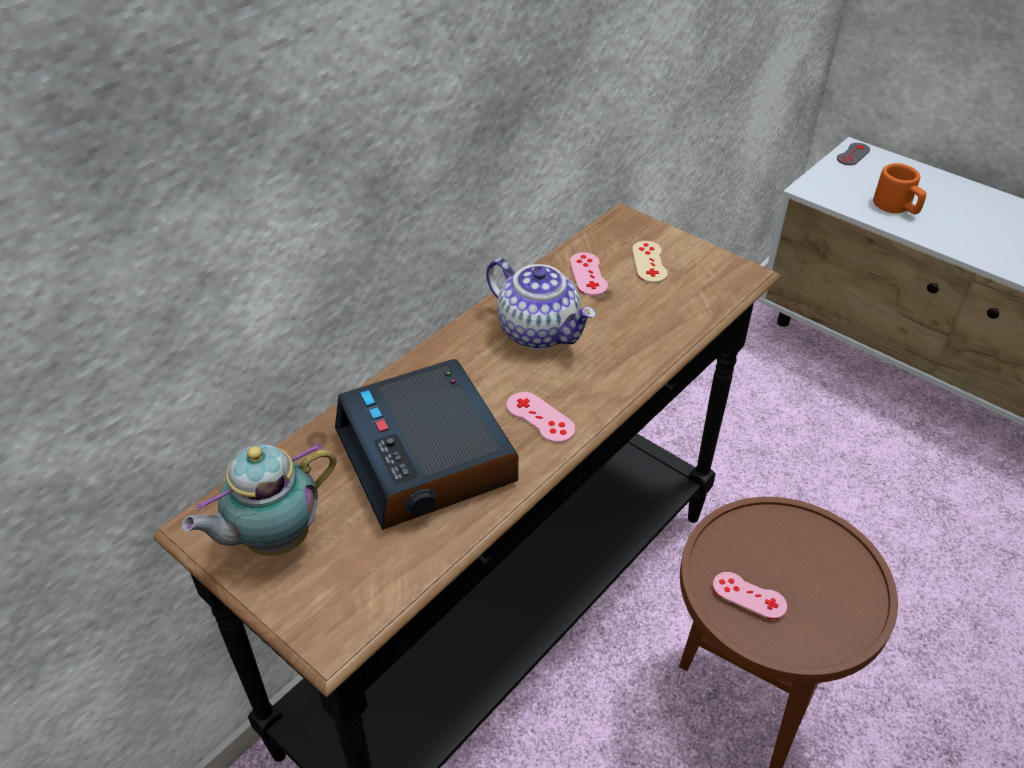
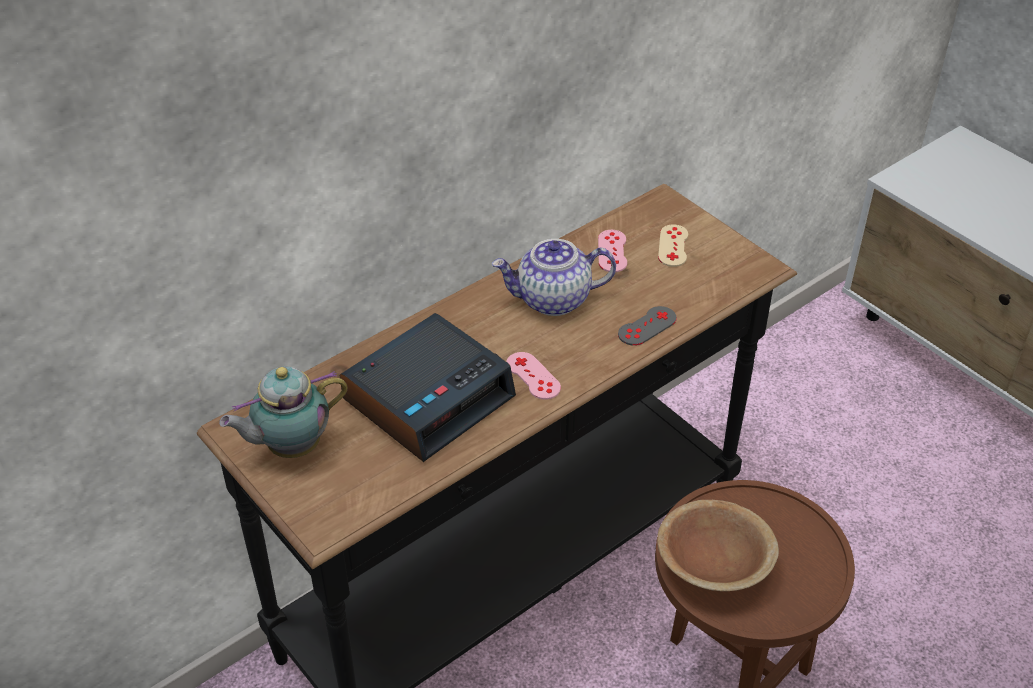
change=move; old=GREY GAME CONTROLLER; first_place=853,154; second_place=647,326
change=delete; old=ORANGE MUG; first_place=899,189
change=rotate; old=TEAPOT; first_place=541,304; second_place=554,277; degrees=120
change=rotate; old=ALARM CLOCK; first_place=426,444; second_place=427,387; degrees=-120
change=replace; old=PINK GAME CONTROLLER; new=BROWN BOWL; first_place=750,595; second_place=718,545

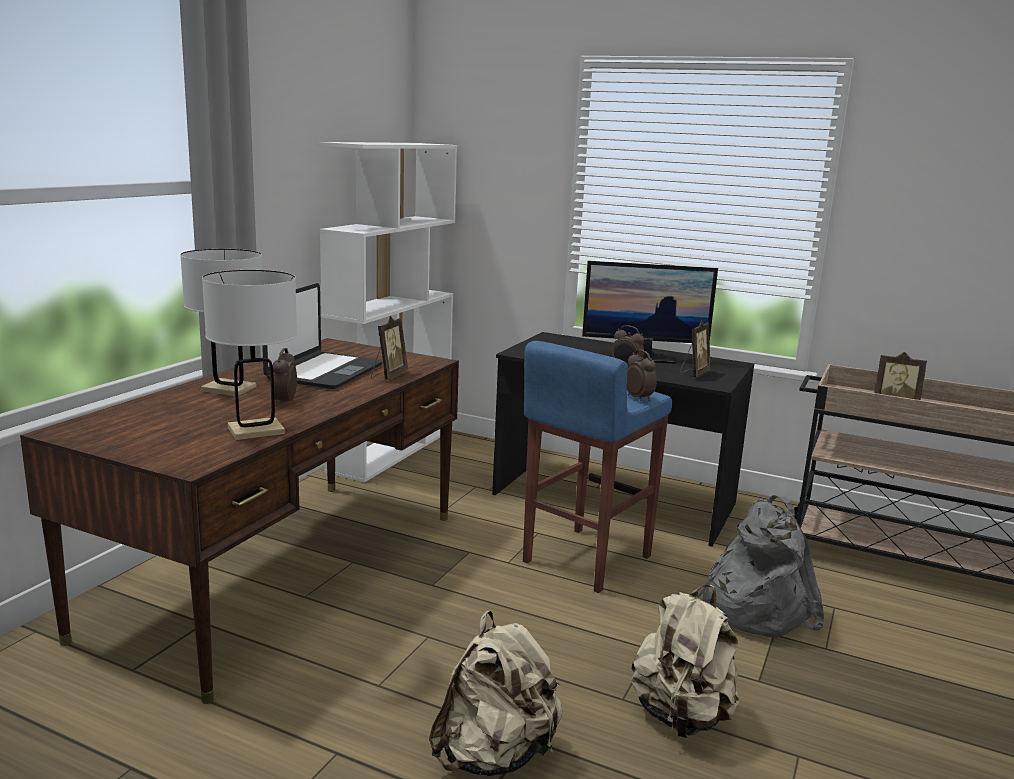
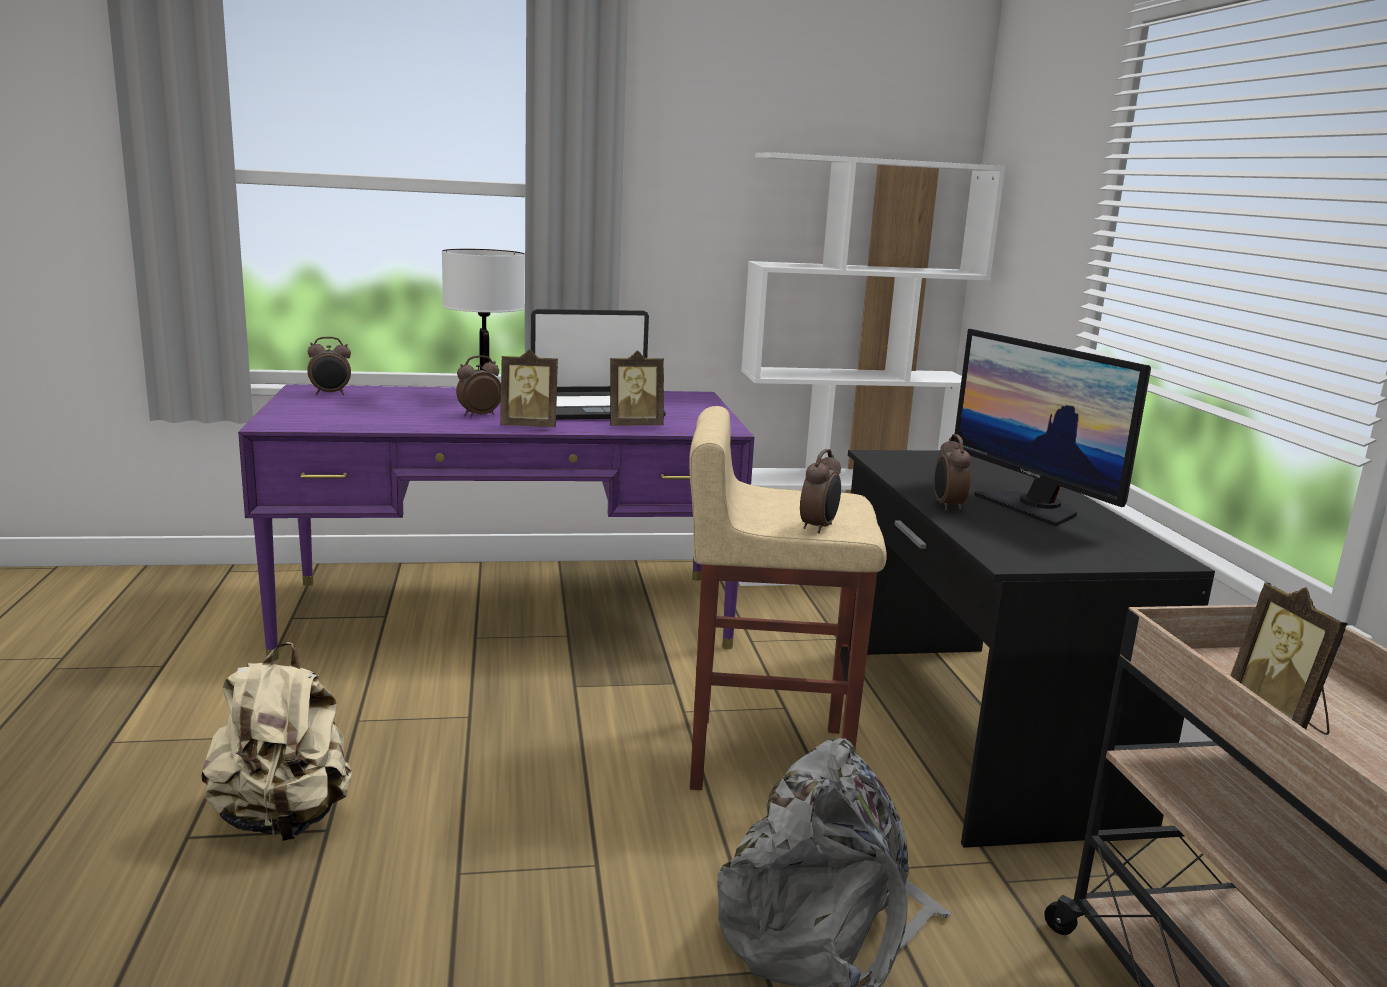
change=delete; old=WHITE TABLE LAMP; first_place=249,355
change=move; old=PICTURE FRAME; first_place=695,348; second_place=529,388
change=recolor; old=BROWN DESK; new=PURPLE DESK; first_place=239,521; second_place=496,522
change=recolor; old=BLUE STOOL; new=BEIGE STOOL; first_place=597,467; second_place=788,598
change=delete; old=BEIGE BACKPACK; first_place=685,661
change=insert; new=ALARM CLOCK; second_place=329,366

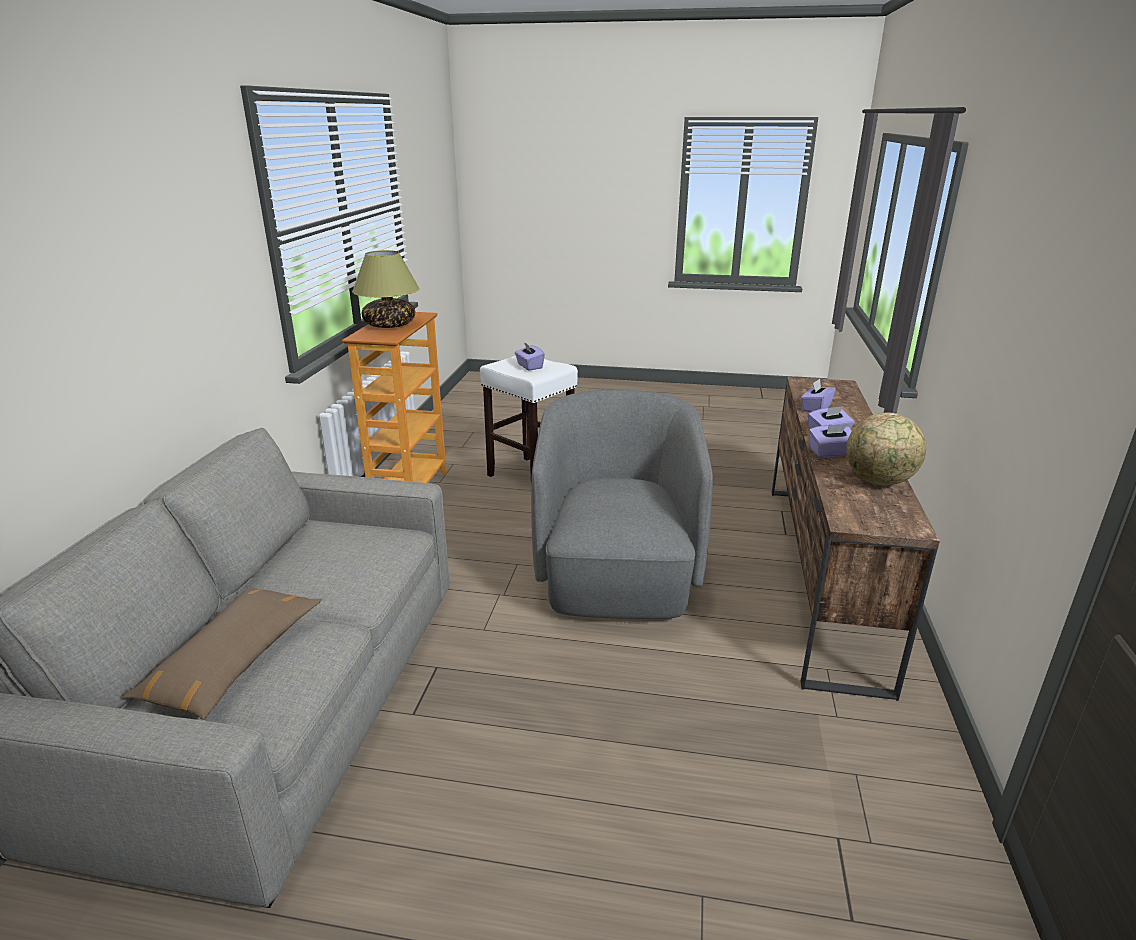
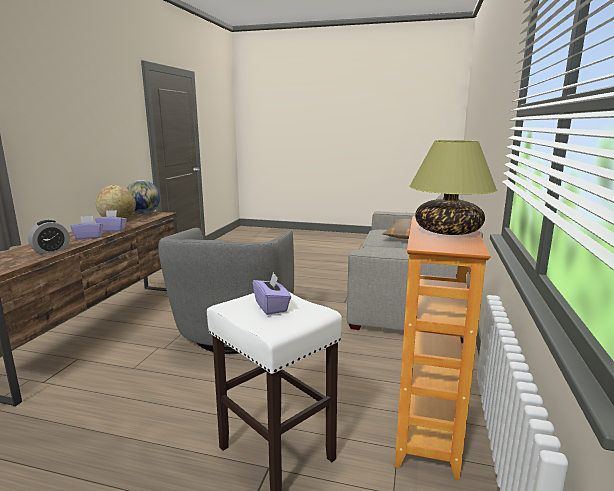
change=replace; old=PURPLE TISSUE BOX; new=ALARM CLOCK; first_place=818,395; second_place=49,237
change=insert; new=GLOBE; second_place=143,197

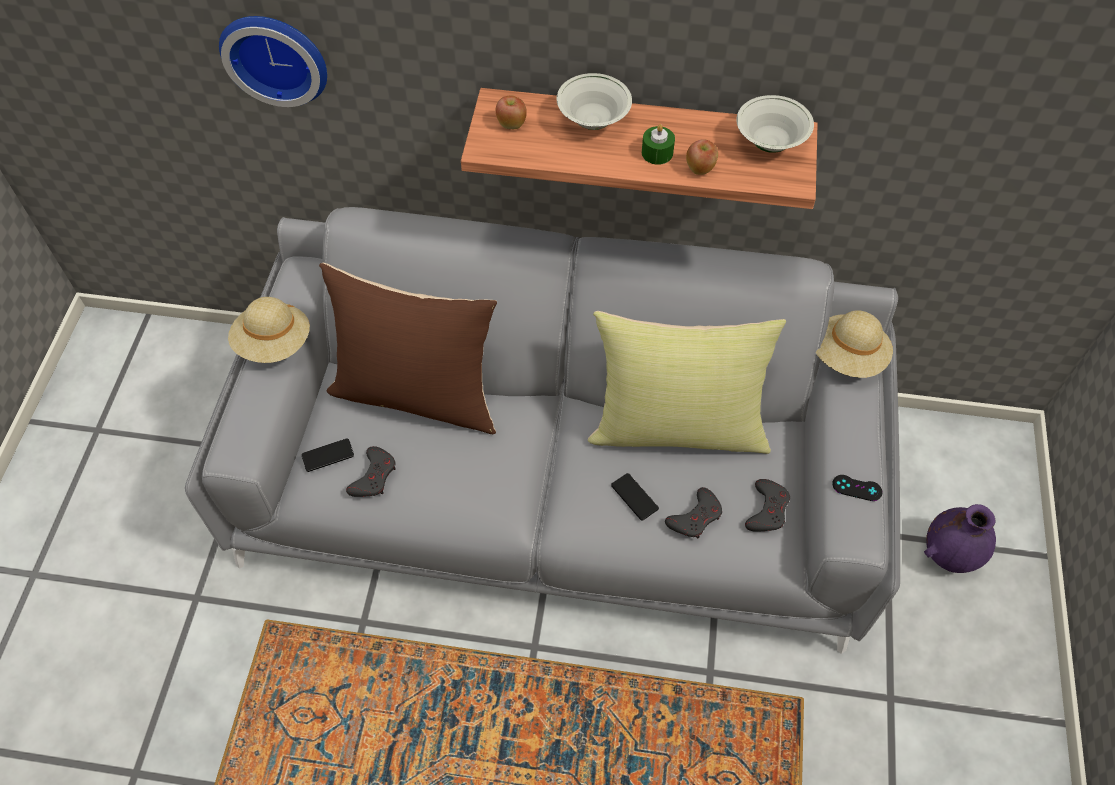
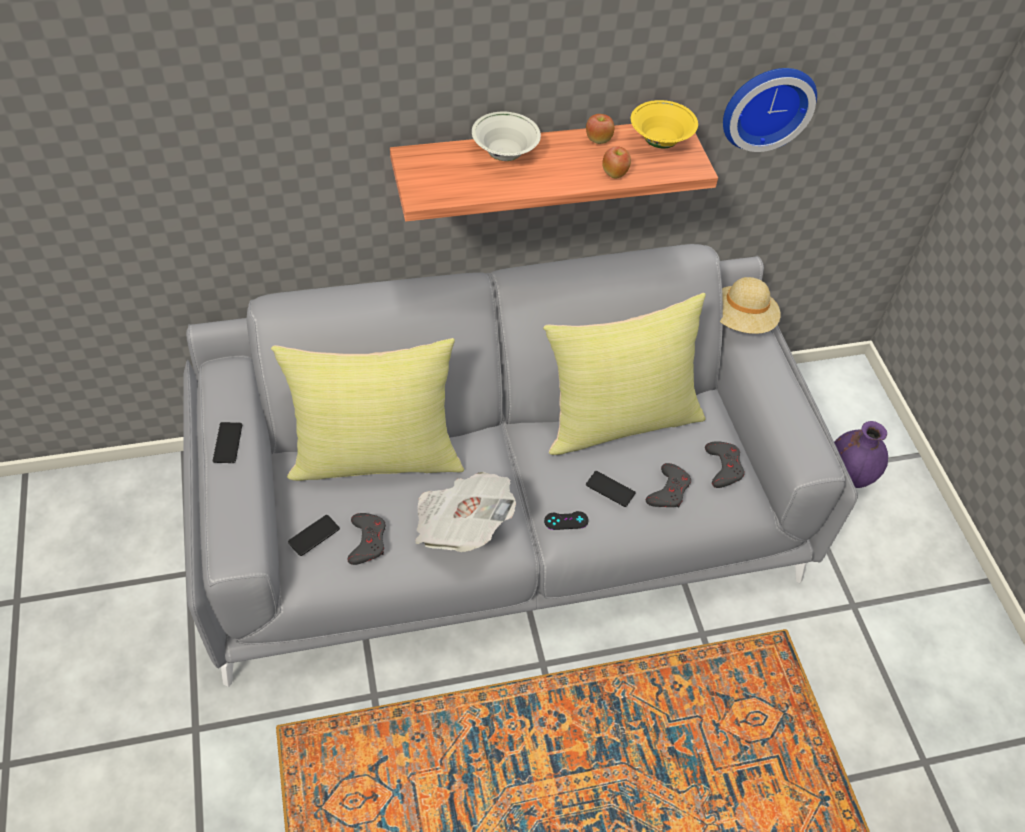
change=move; old=WALL CLOCK; first_place=273,61; second_place=770,110
change=recolor; old=WHITE BOWL; new=YELLOW BOWL; first_place=775,124; second_place=664,124
change=move; old=APPLE; first_place=511,112; second_place=600,129
change=delete; old=GREEN CANDLE; first_place=658,144
change=recolor; old=BROWN PILLOW; new=YELLOW PILLOW; first_place=408,348; second_place=367,409
change=replace; old=BEIGE HAT; new=PHONE; first_place=269,330; second_place=227,442
change=move; old=BLACK GAME CONTROLLER; first_place=857,488; second_place=566,520
change=insert; new=NEWSPAPER; second_place=465,512

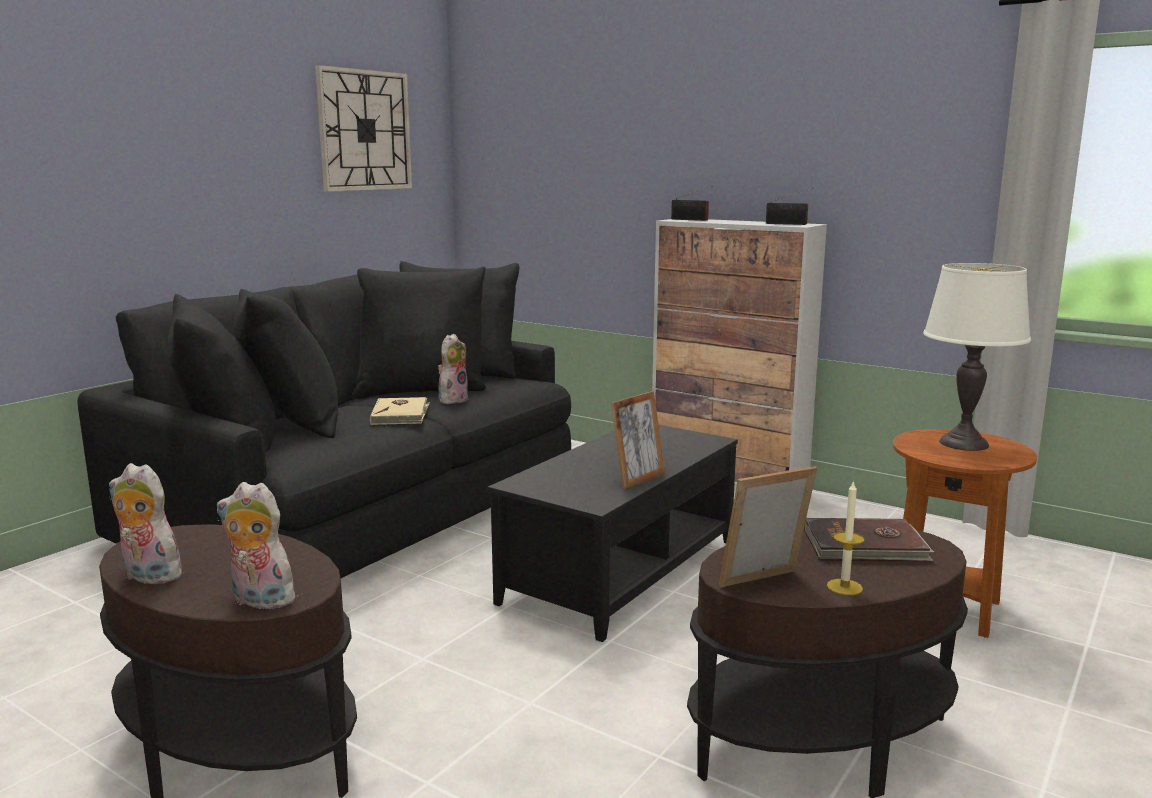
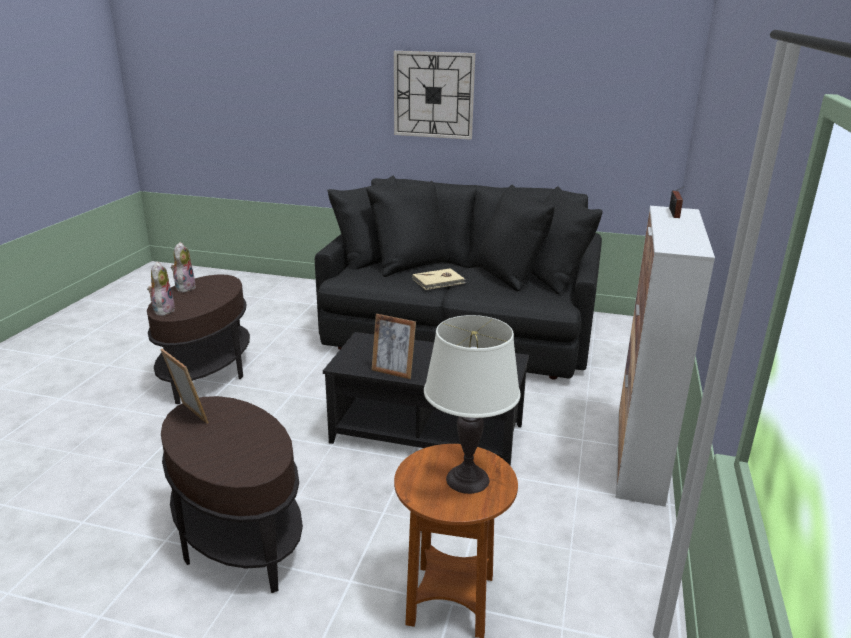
change=move; old=WALL CLOCK; first_place=363,128; second_place=434,95
change=delete; old=RADIO; first_place=789,206
change=delete; old=PLUSH TOY; first_place=453,369
change=delete; old=CANDLE; first_place=845,537
change=delete; old=BROWN BOOK; first_place=869,540

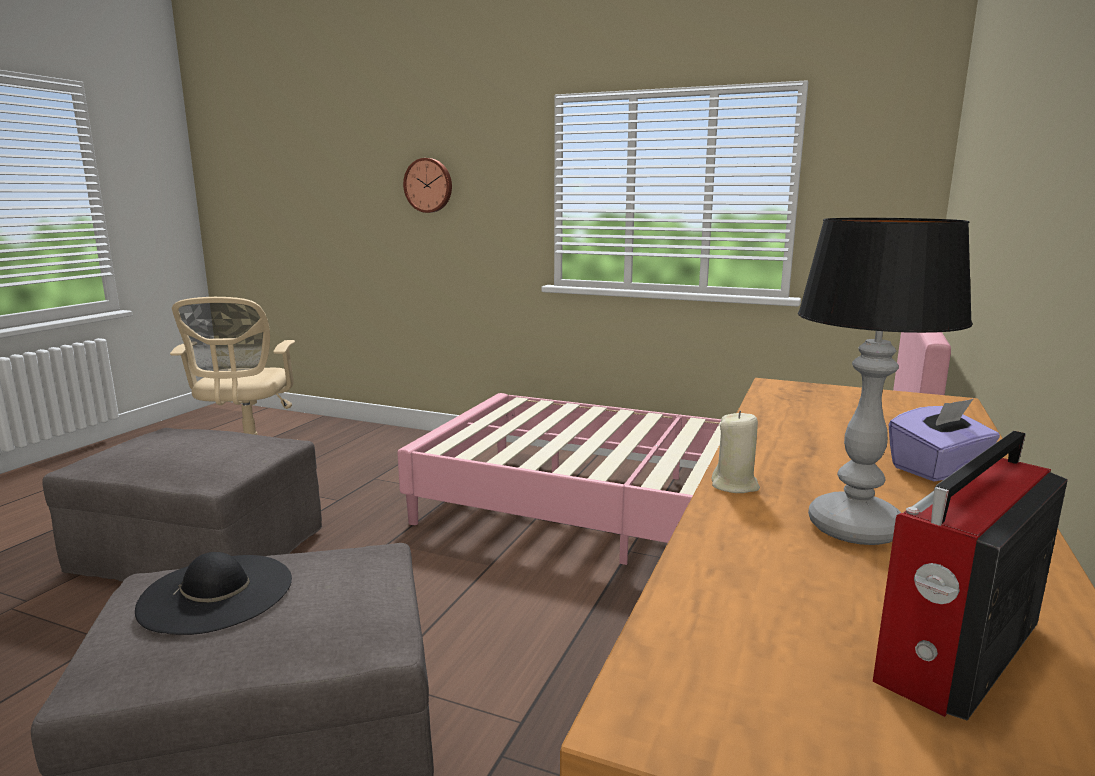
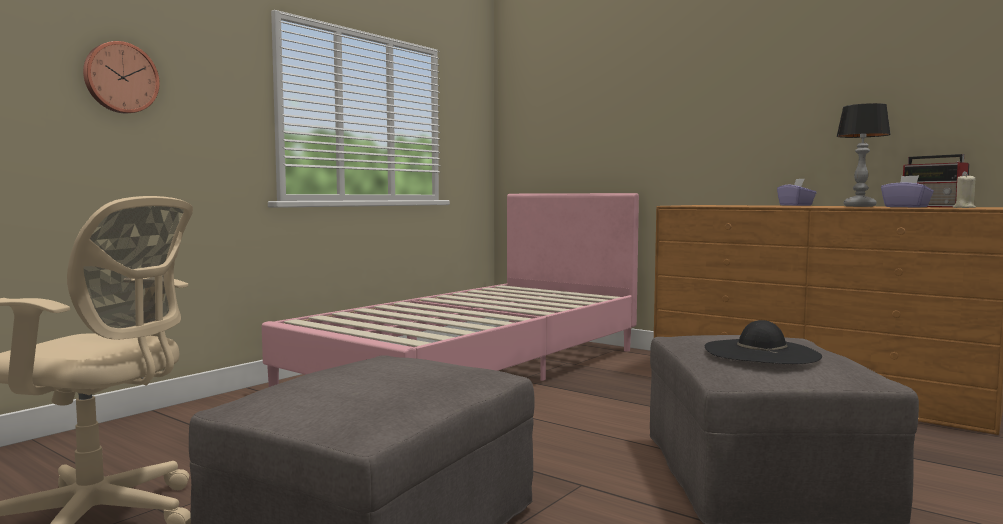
change=move; old=BEIGE CANDLE; first_place=736,452; second_place=964,191
change=insert; new=PURPLE TISSUE BOX; second_place=907,191

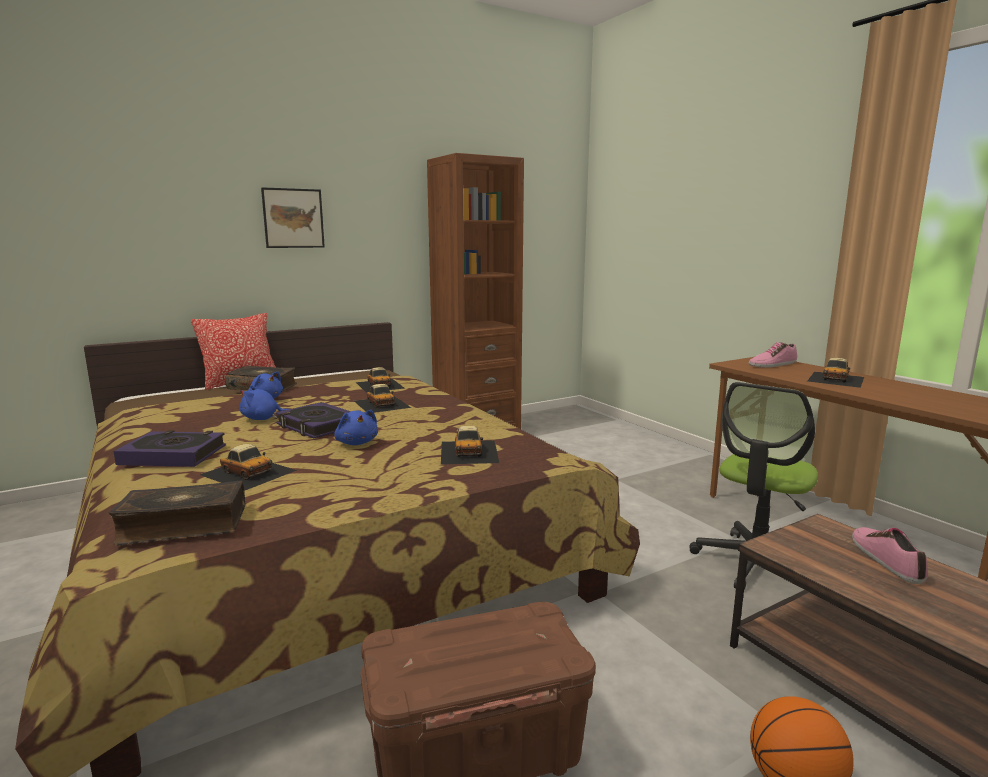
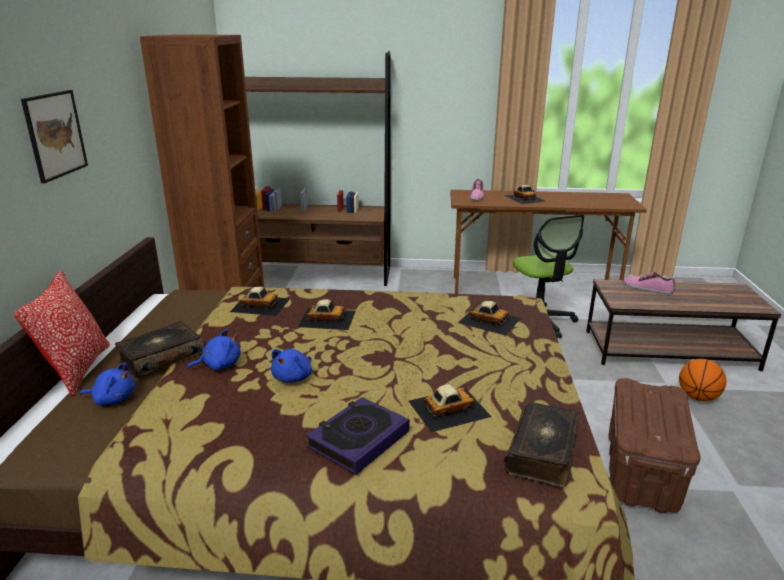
change=delete; old=BOOK; first_place=313,420
change=move; old=BLUE PLUSH TOY; first_place=356,427; second_place=107,384
change=insert; new=BROWN BOOKCASE; second_place=318,168

